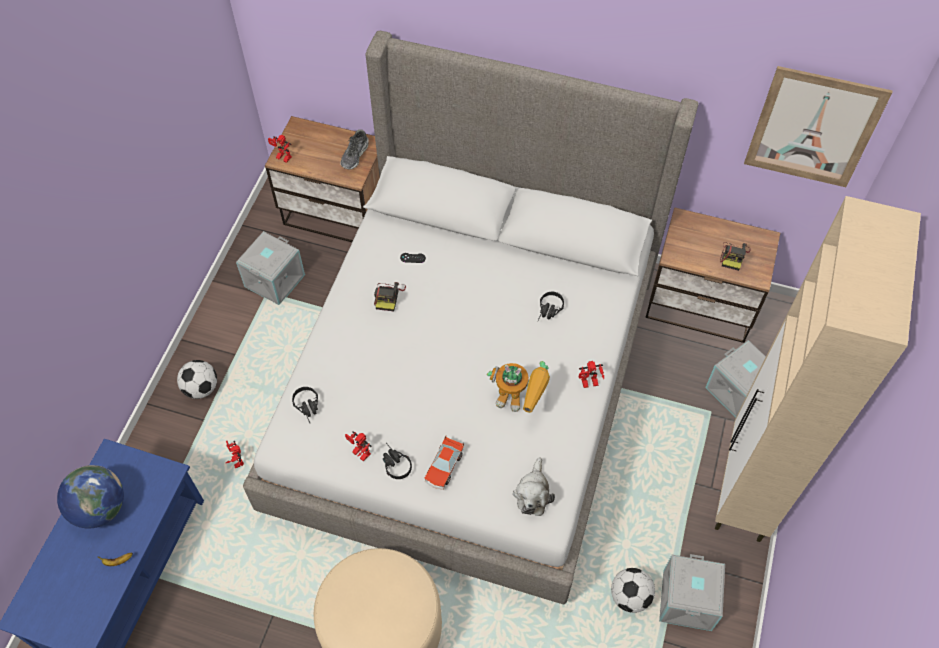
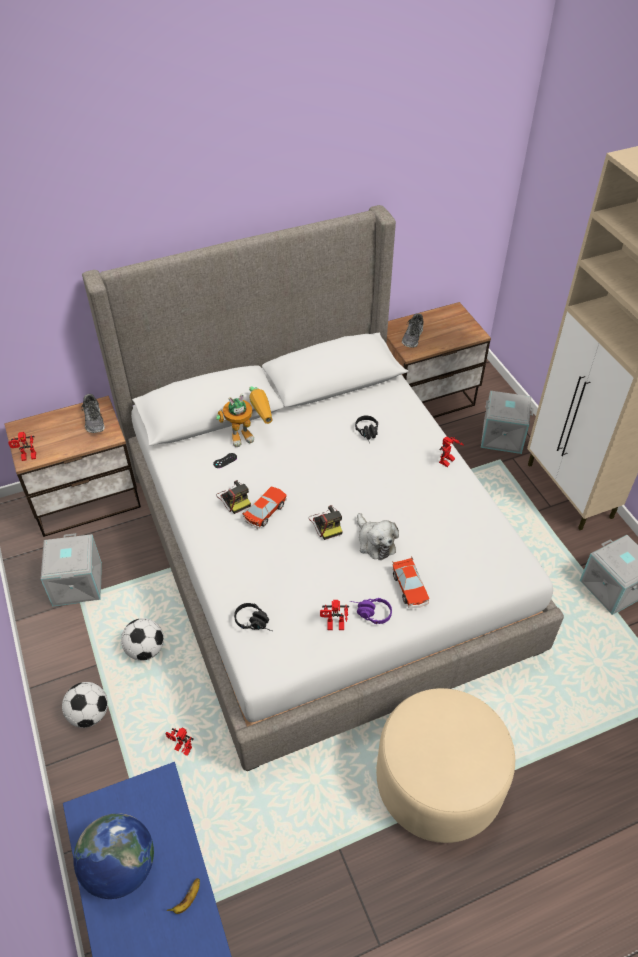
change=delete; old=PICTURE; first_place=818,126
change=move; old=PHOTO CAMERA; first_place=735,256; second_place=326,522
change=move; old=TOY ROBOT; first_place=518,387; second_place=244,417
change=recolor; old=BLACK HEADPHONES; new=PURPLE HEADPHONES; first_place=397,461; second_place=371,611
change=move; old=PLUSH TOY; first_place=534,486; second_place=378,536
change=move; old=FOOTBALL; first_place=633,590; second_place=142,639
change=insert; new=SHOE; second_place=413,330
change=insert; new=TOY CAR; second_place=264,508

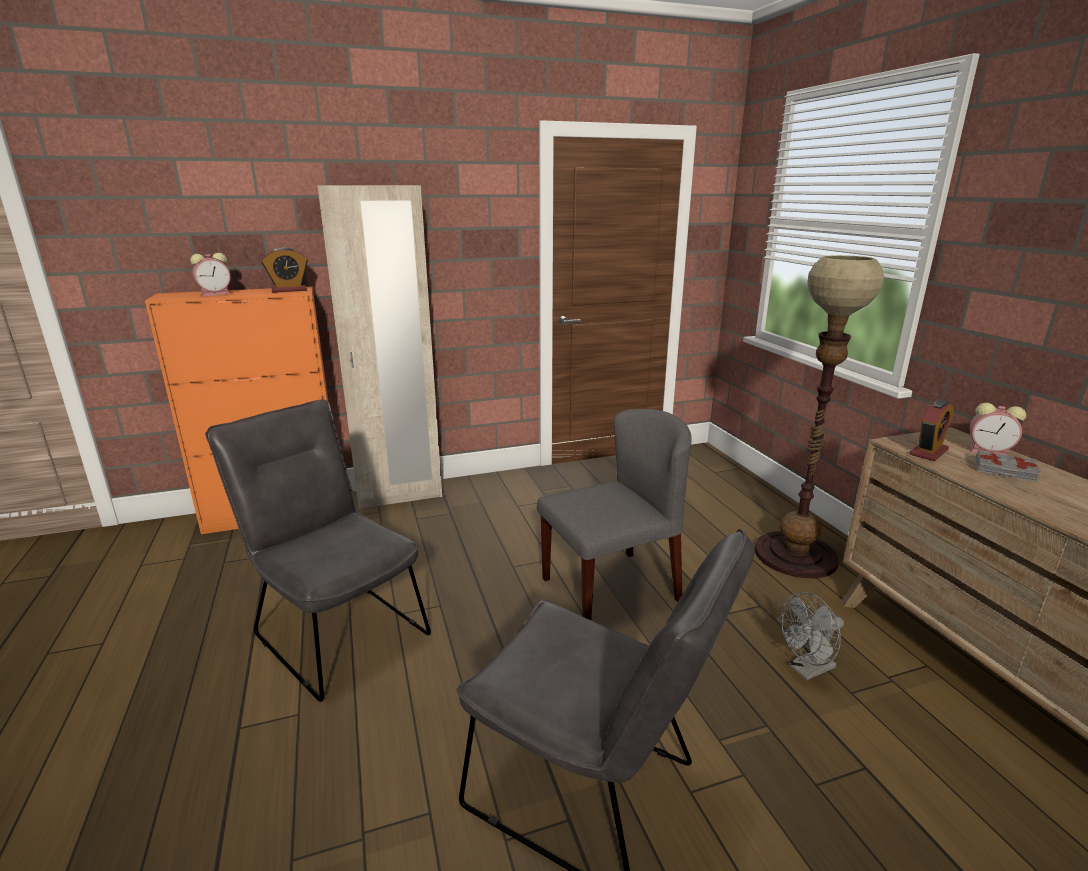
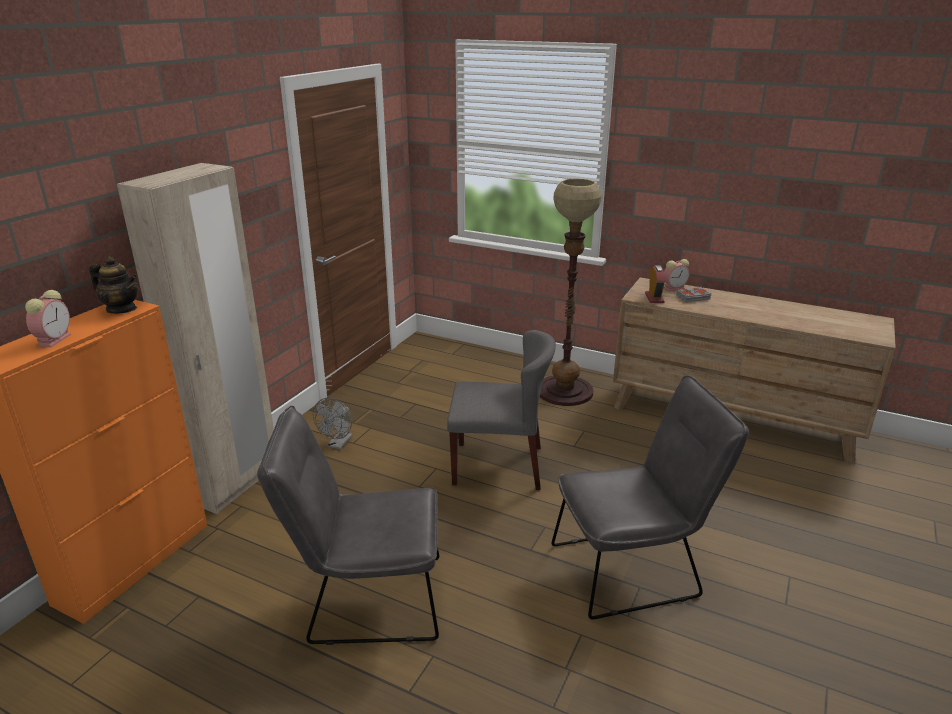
change=replace; old=ALARM CLOCK; new=TEAPOT; first_place=285,270; second_place=113,285
change=rotate; old=GREY CHAIR; first_place=614,514; second_place=501,410; degrees=75
change=move; old=GREY FAN; first_place=812,636; second_place=332,424

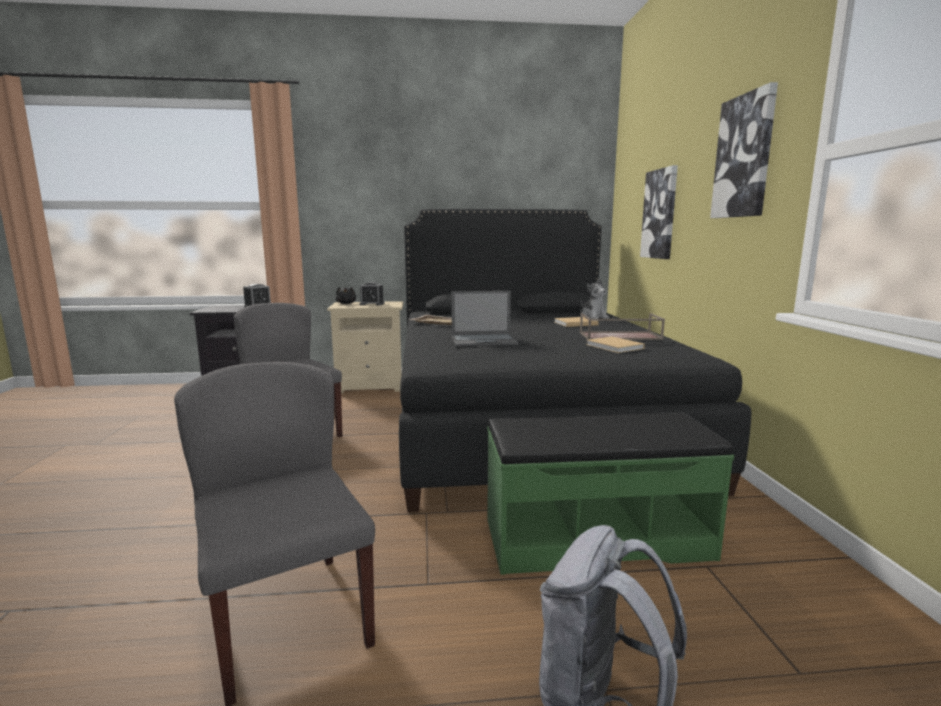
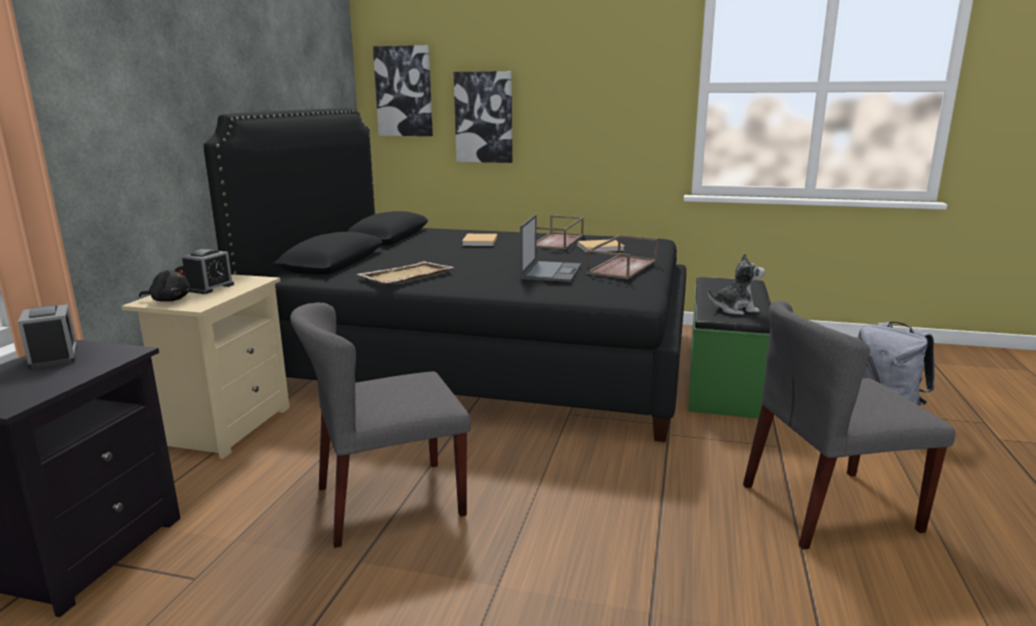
change=move; old=PICTURE; first_place=744,150; second_place=403,90
change=move; old=PLUSH TOY; first_place=594,298; second_place=736,284
change=insert; new=BROWN TRAY; second_place=622,257

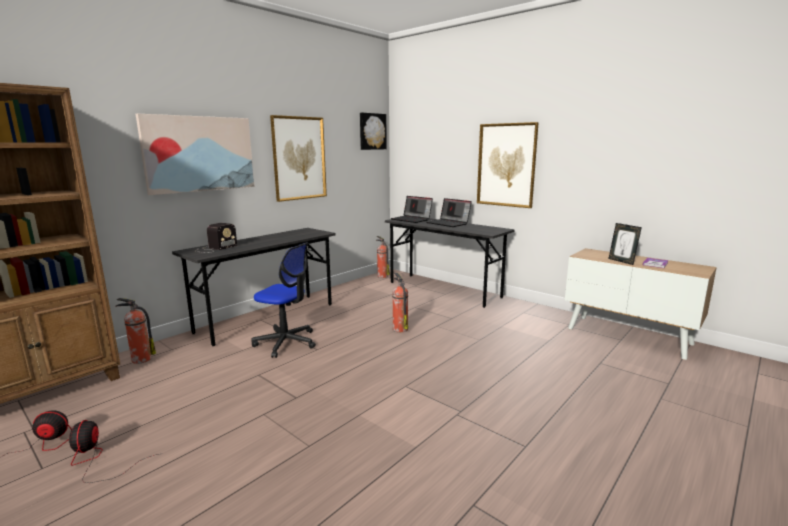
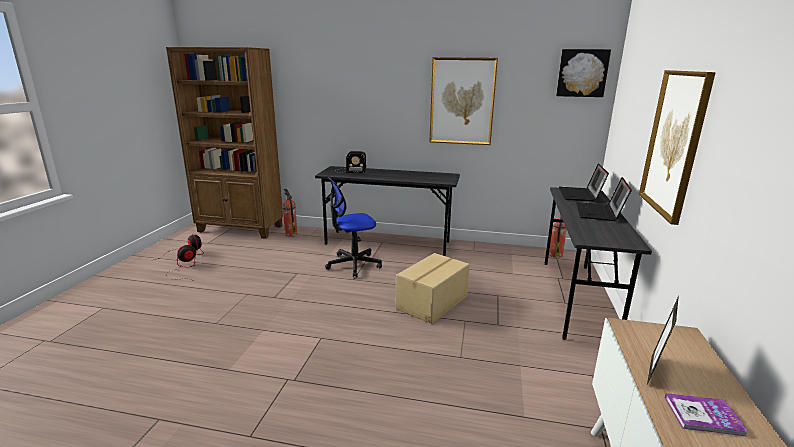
change=delete; old=PICTURE; first_place=195,154
change=rotate; old=OFFICE CHAIR; first_place=283,300; second_place=353,227; degrees=75
change=replace; old=FIRE EXTINGUISHER; new=CARDBOARD BOX; first_place=400,302; second_place=433,288

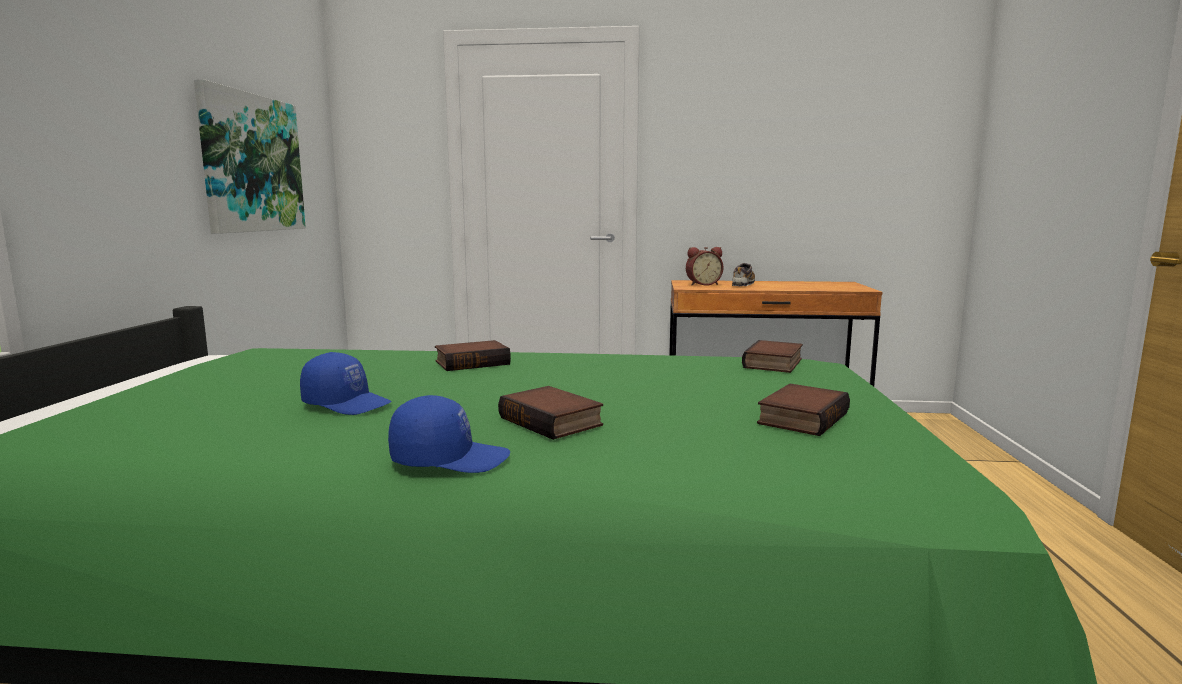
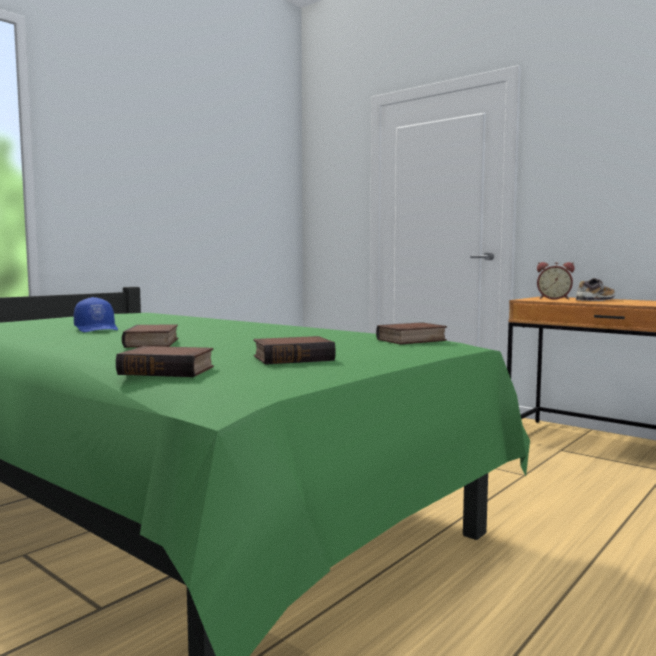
change=delete; old=PICTURE; first_place=250,156
change=move; old=BOOK; first_place=473,355; second_place=165,361
change=delete; old=BLUE CAP; first_place=449,434

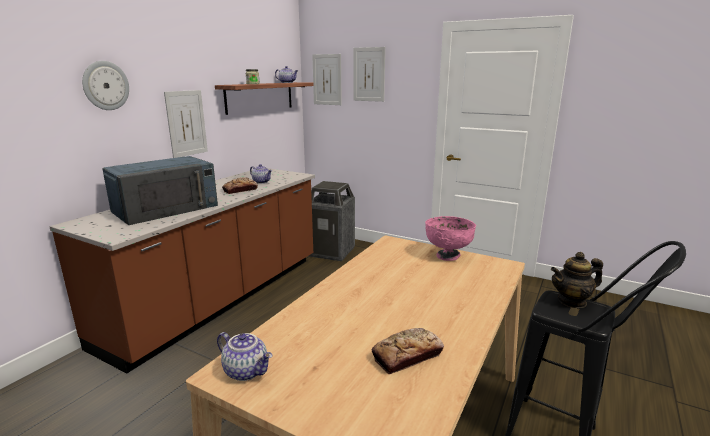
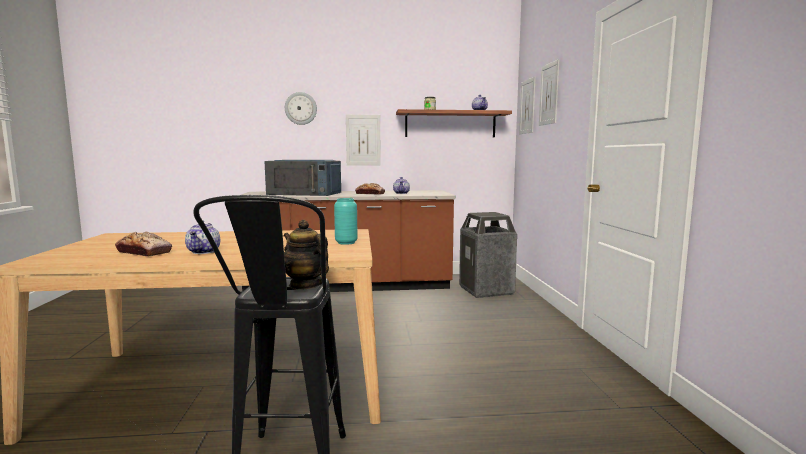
change=replace; old=PINK BOWL; new=TURQUOISE VASE; first_place=450,238; second_place=346,221
change=move; old=TEAPOT; first_place=244,356; second_place=202,237

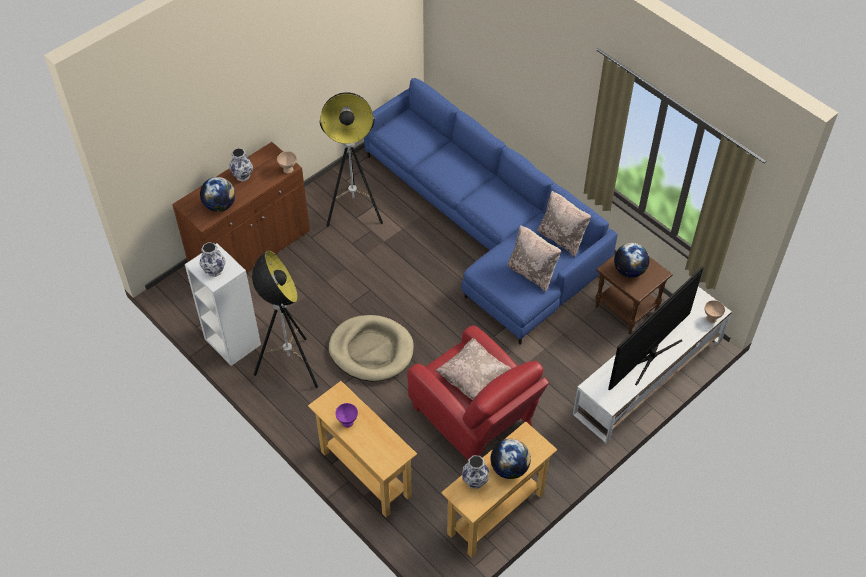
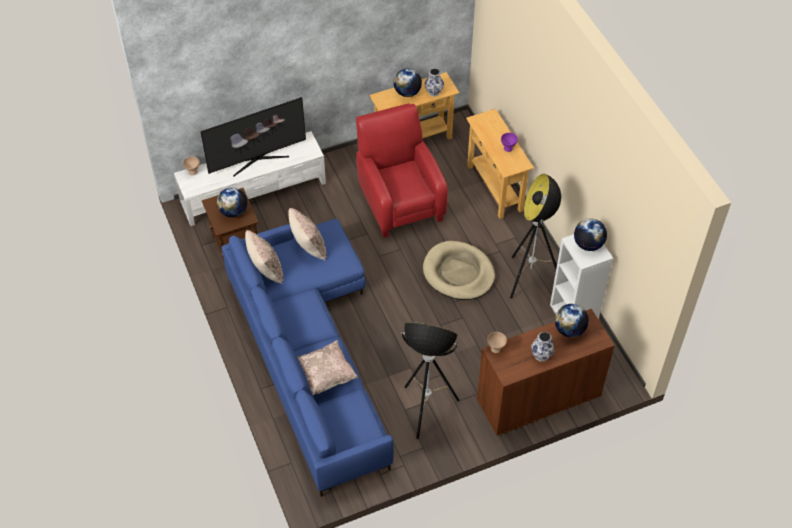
change=replace; old=VASE; new=GLOBE; first_place=212,259; second_place=590,234
change=move; old=BEIGE PILLOW; first_place=473,369; second_place=328,367

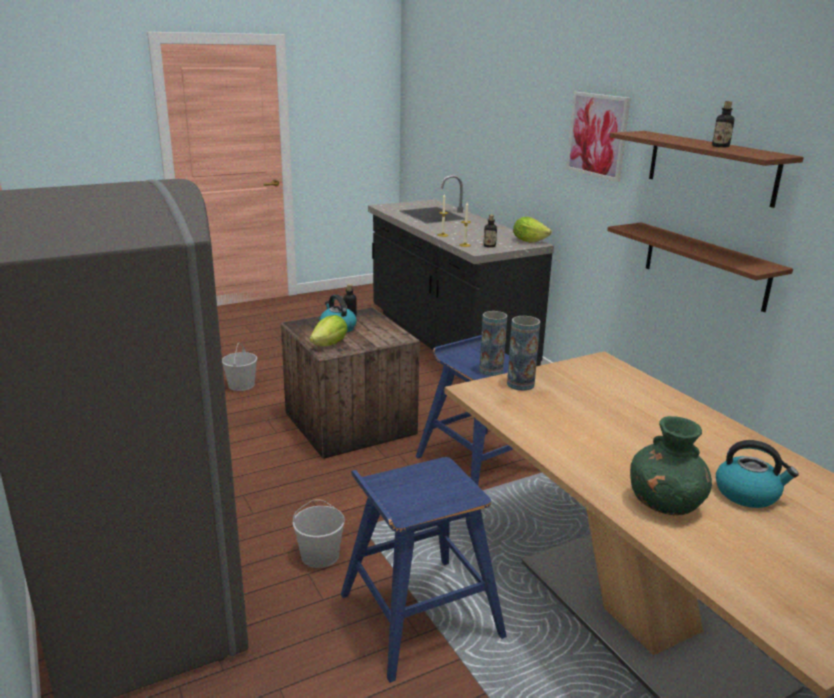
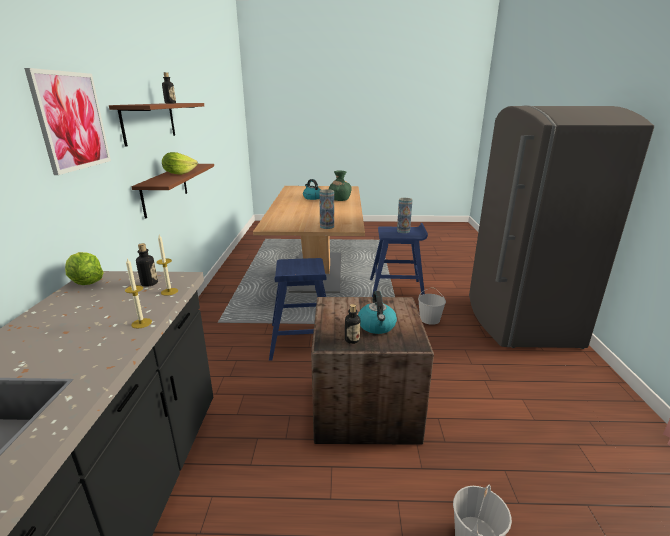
change=move; old=VASE; first_place=493,343; second_place=405,215
change=move; old=LETTUCE; first_place=328,330; second_place=180,163

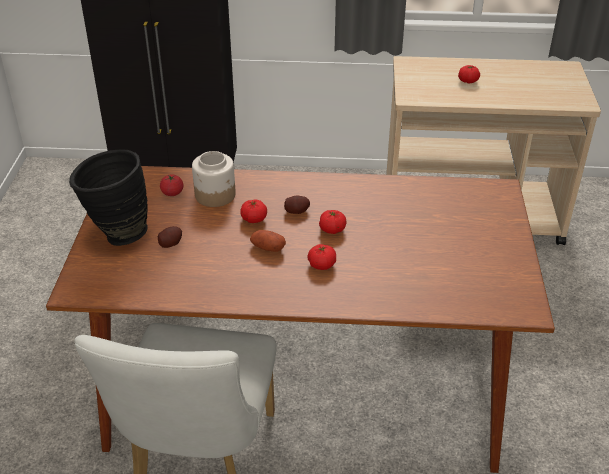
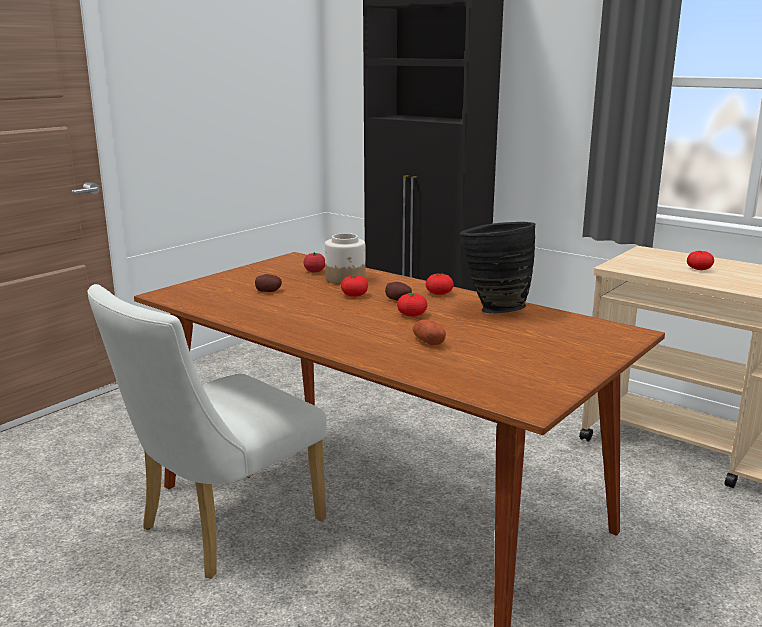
change=move; old=BLACK VASE; first_place=108,198; second_place=497,267
change=move; old=POTATO; first_place=268,241; second_place=429,332
change=move; old=TOMATO; first_place=321,257; second_place=440,284

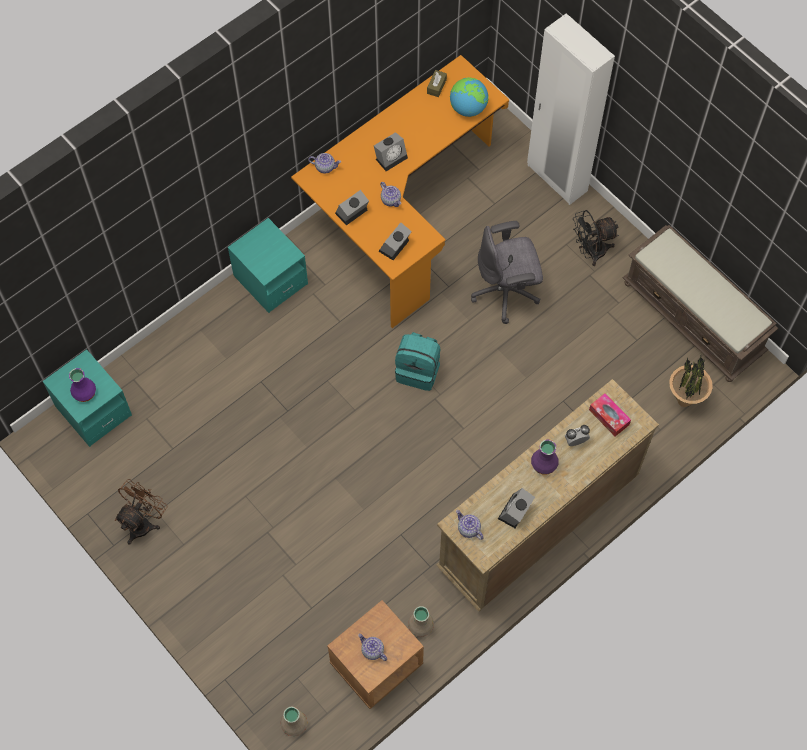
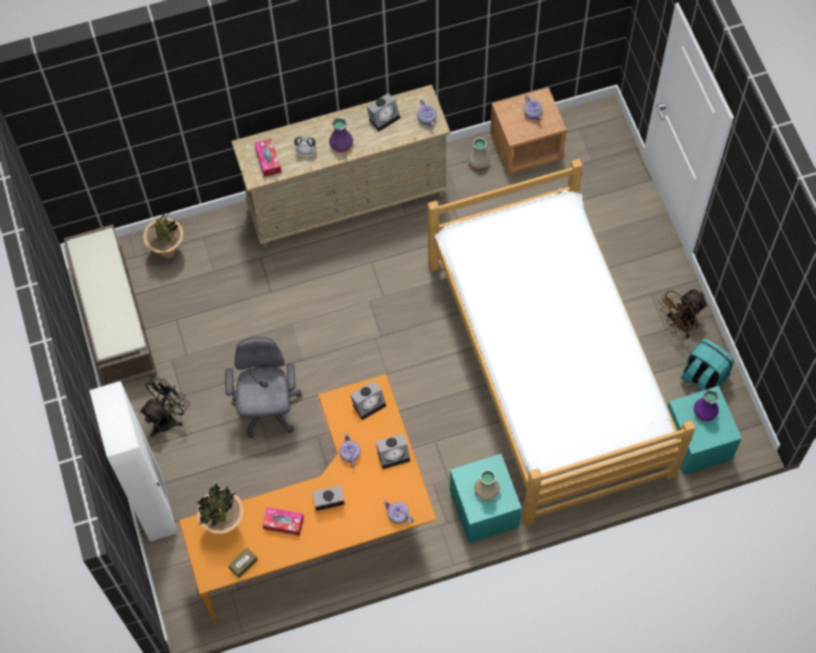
change=replace; old=GLOBE; new=POTTED PLANT; first_place=469,97; second_place=220,508
change=rotate; old=BLACK FAN; first_place=596,238; second_place=165,406; degrees=-60
change=rotate; old=GREY OFFICE CHAIR; first_place=507,272; second_place=263,387; degrees=-105
change=move; old=TURQUOISE BACKPACK; first_place=417,361; second_place=707,365
change=move; old=BEIGE VASE; first_place=293,721; second_place=487,485
change=insert; new=BED; second_place=562,342
change=insert; new=TISSUE BOX; second_place=283,521

